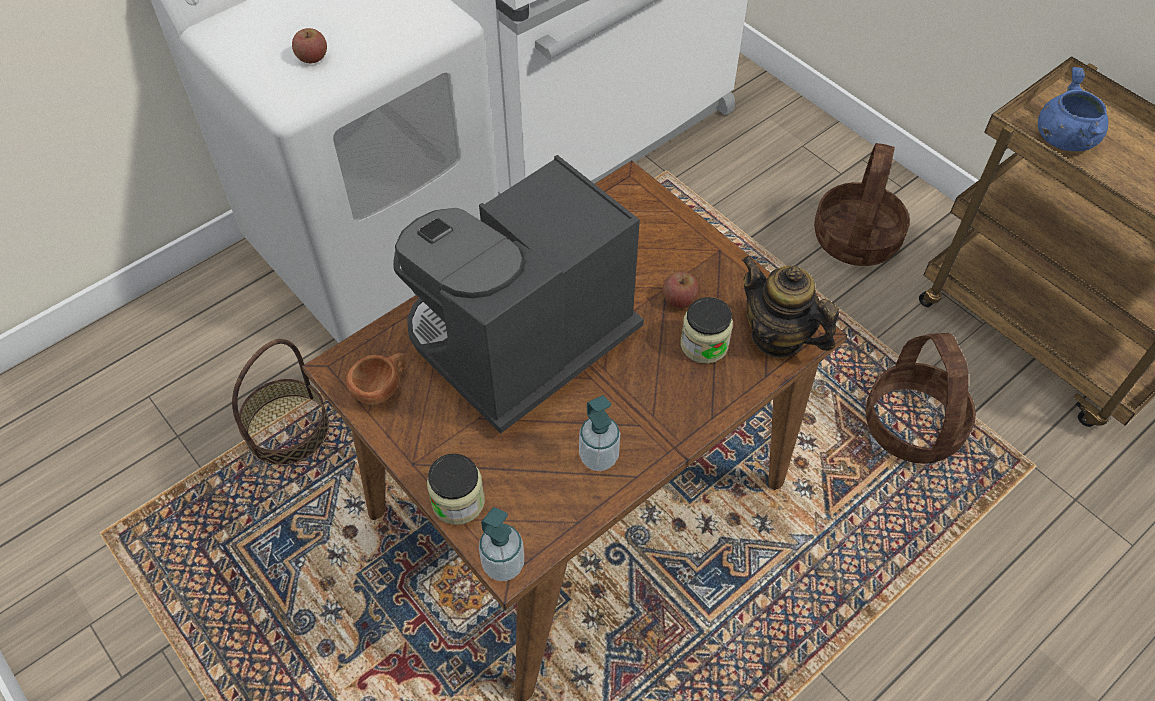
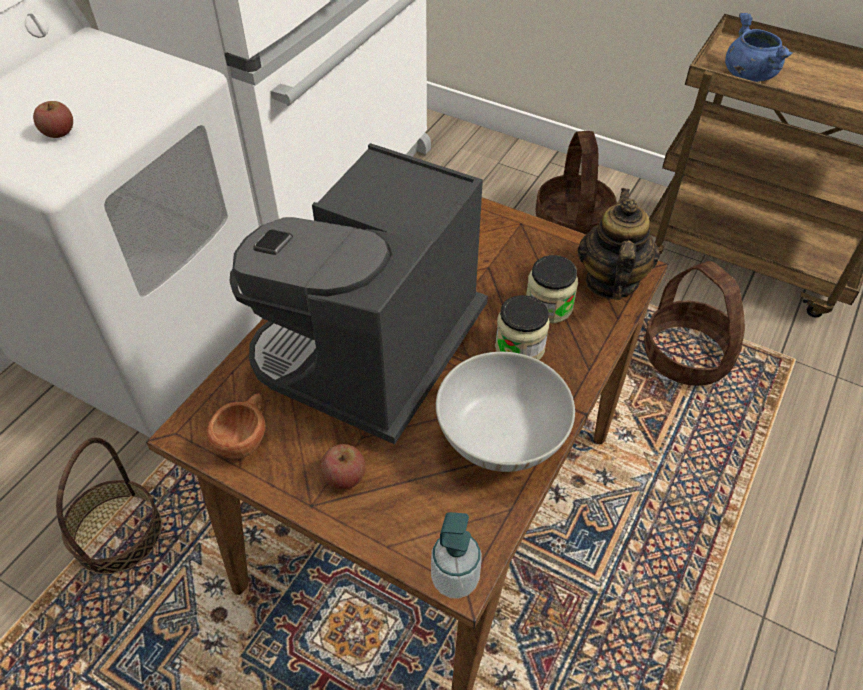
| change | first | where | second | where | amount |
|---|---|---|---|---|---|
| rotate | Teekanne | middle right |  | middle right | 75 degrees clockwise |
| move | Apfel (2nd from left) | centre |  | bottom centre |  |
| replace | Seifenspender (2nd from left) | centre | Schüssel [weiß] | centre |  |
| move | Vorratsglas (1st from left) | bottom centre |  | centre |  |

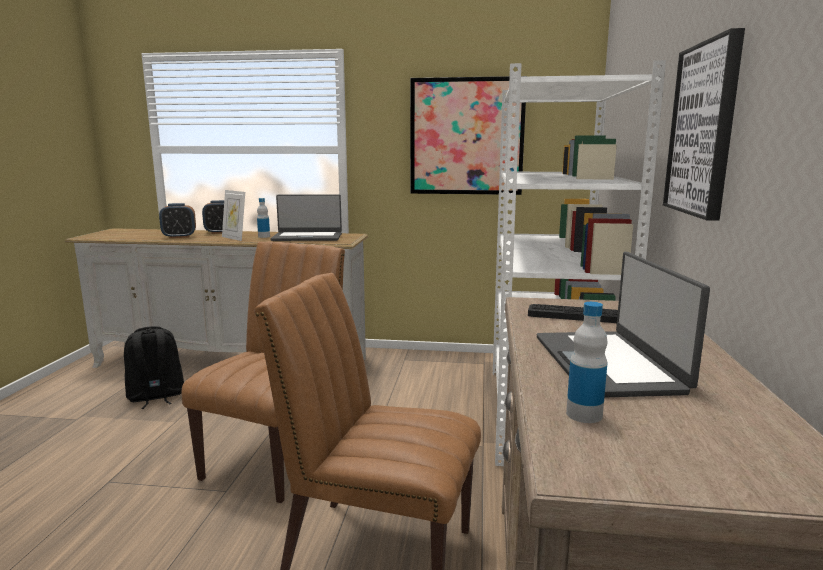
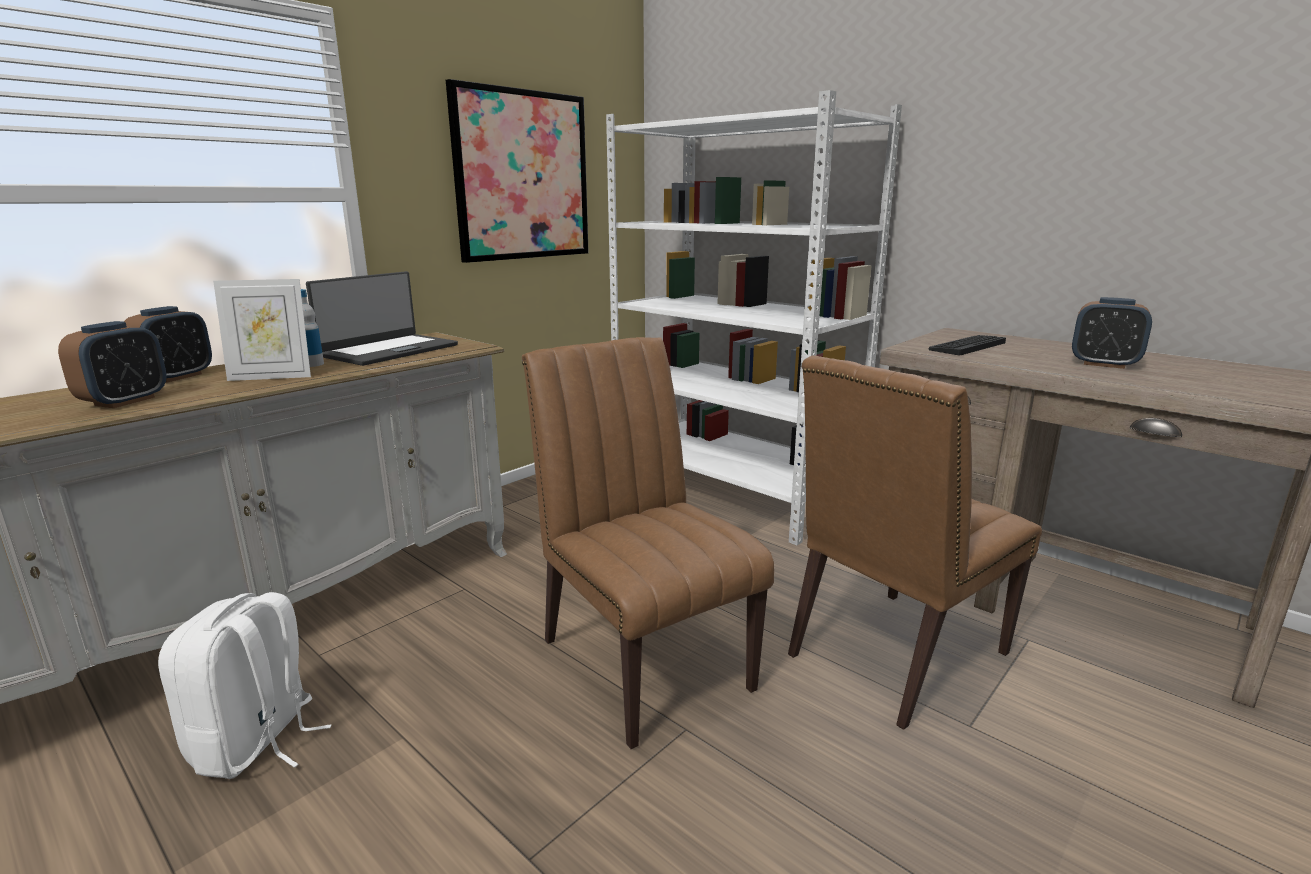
| change | first | where | second | where | amount |
|---|---|---|---|---|---|
| delete | Bild (2nd from left) | top right |  |  |  |
| replace | Laptop (2nd from left) | middle right | Wecker (3rd from left) | middle right |  |
| delete | Flasche (2nd from left) | middle right |  |  |  |
| recolor | Rucksack [schwarz] | middle left | Rucksack [weiß] | bottom left |  |

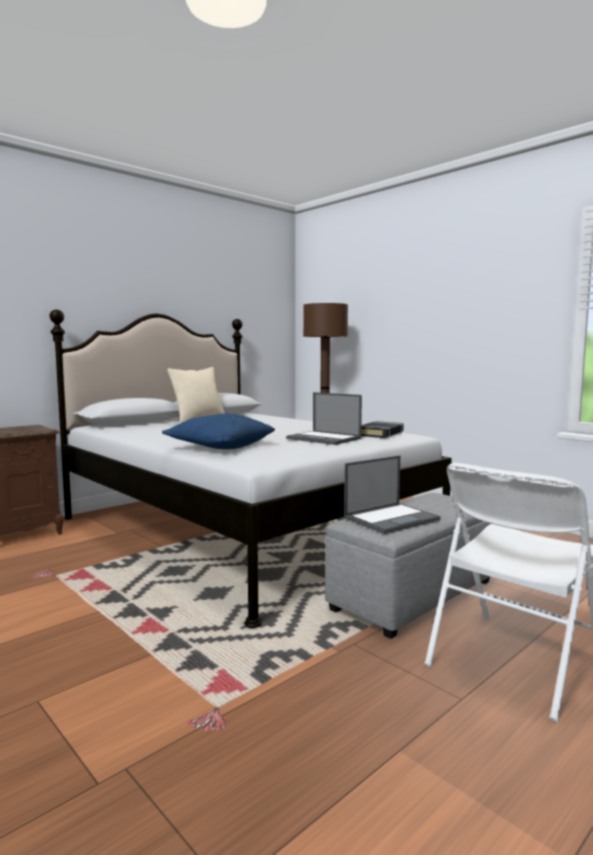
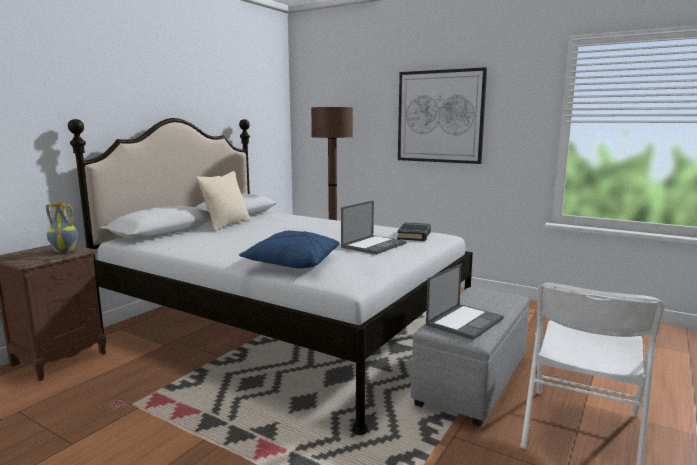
| change | first | where | second | where | amount |
|---|---|---|---|---|---|
| rotate | Laptop (1st from left) | centre |  | centre | 75 degrees counterclockwise |
| insert |  |  | Bild | top centre |  |
| insert |  |  | Vase | middle left |  |

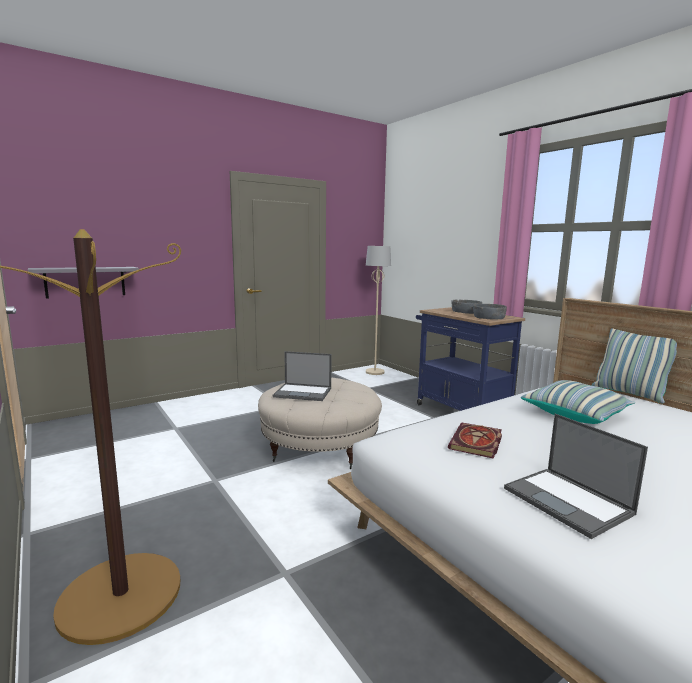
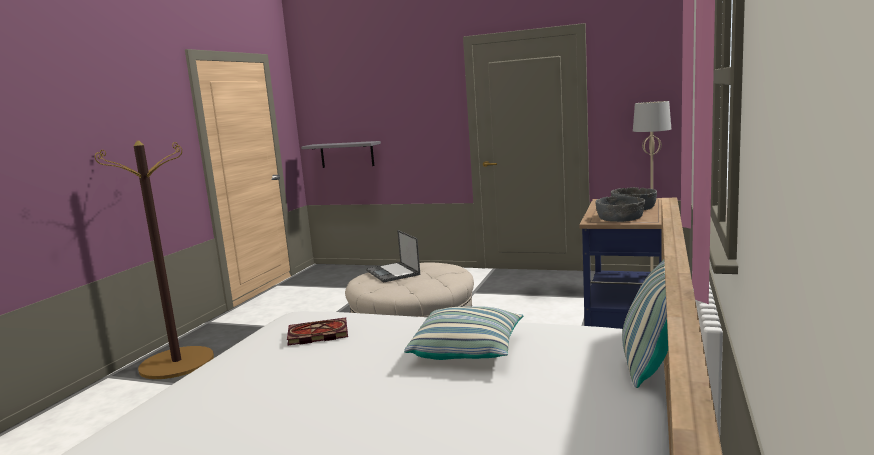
| change | first | where | second | where | amount |
|---|---|---|---|---|---|
| delete | Laptop (2nd from left) | bottom right |  |  |  |

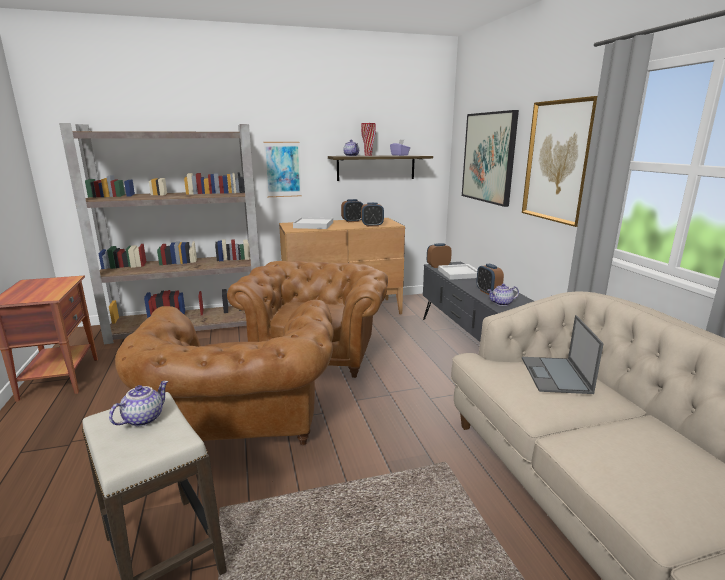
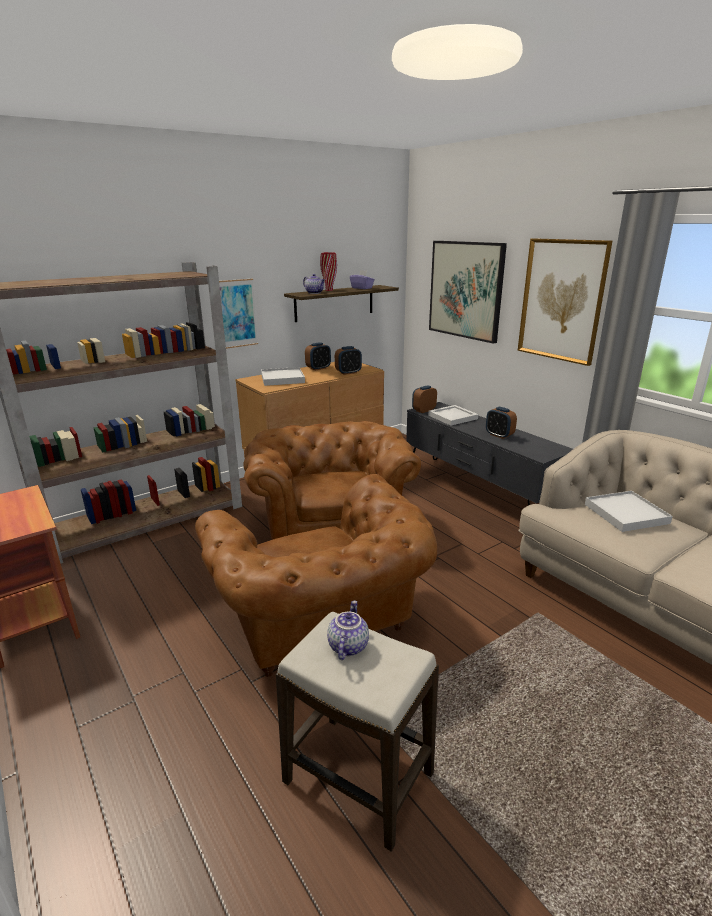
| change | first | where | second | where | amount |
|---|---|---|---|---|---|
| delete | Teekanne (3rd from left) | middle right |  |  |  |
| replace | Laptop | middle right | Tablett [weiß] (3rd from left) | middle right |  |

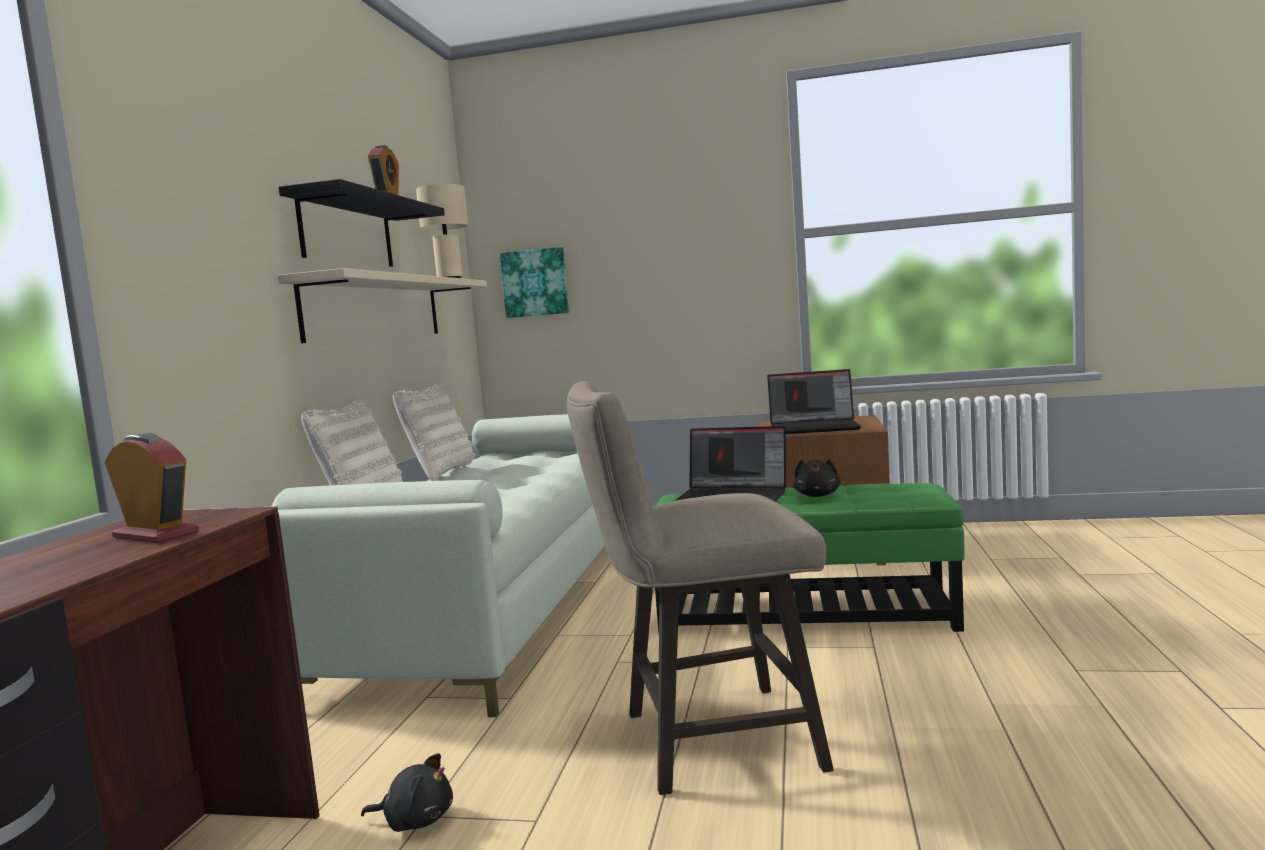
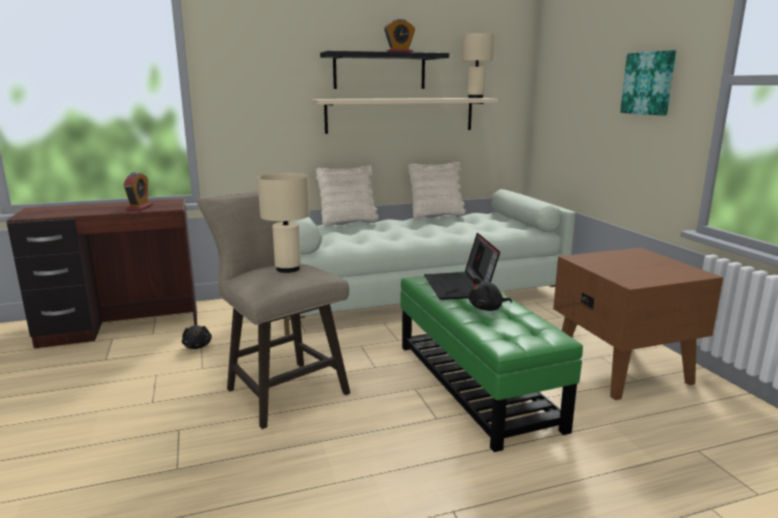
| change | first | where | second | where | amount |
|---|---|---|---|---|---|
| move | Bild | top centre |  | top right |  |
| delete | Laptop (2nd from left) | centre |  |  |  |
| insert |  |  | Tischlampe [beige] (1st from left) | centre |  |

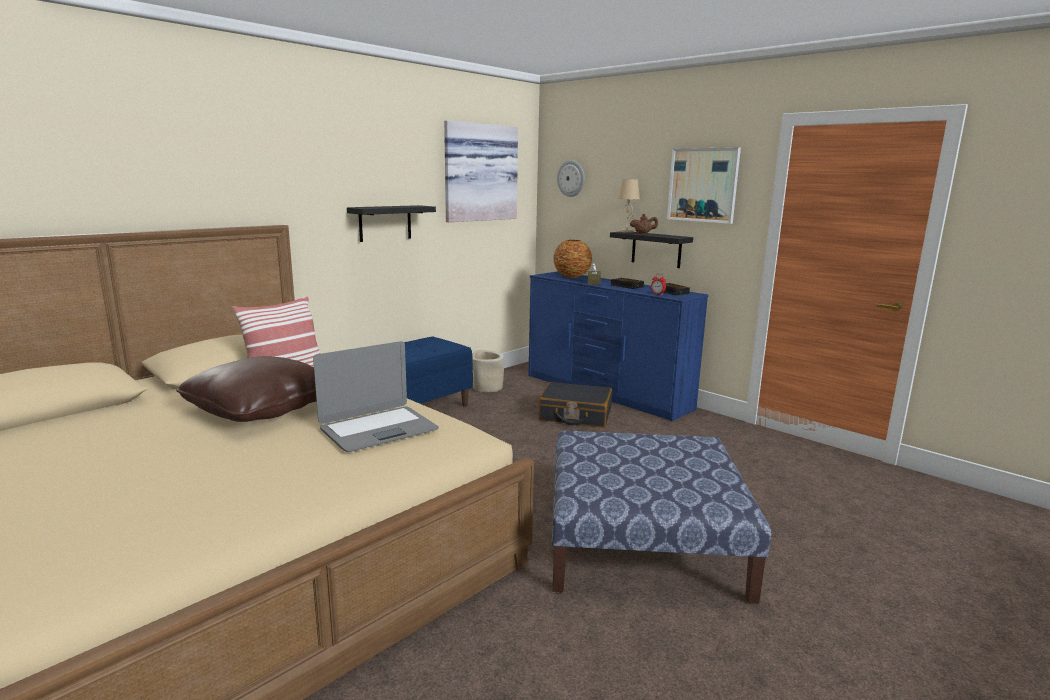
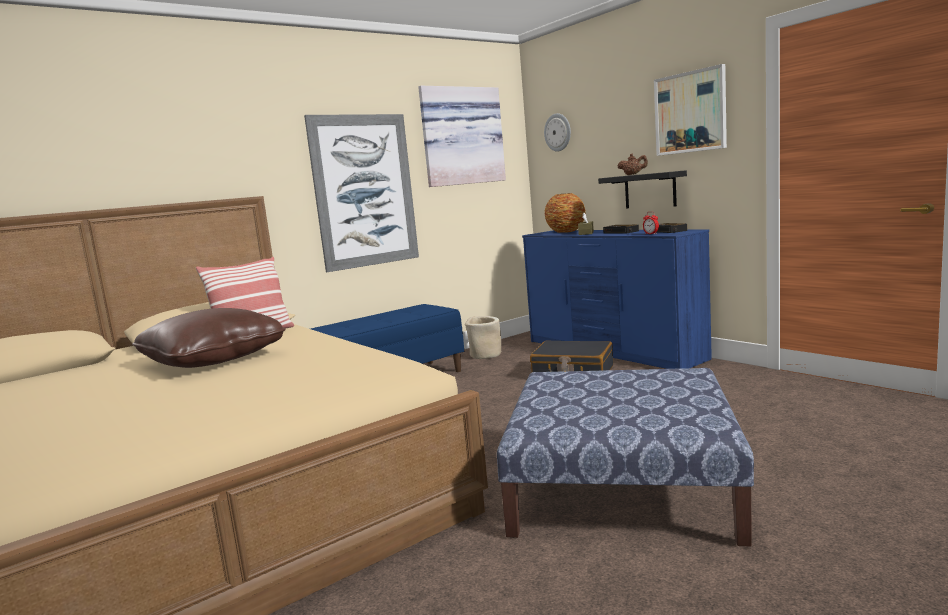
| change | first | where | second | where | amount |
|---|---|---|---|---|---|
| delete | Tischlampe [beige] | top centre |  |  |  |
| replace | Wandregal [schwarz] (1st from left) | top centre | Bild (1st from left) | top centre |  |
| delete | Laptop | centre |  |  |  |

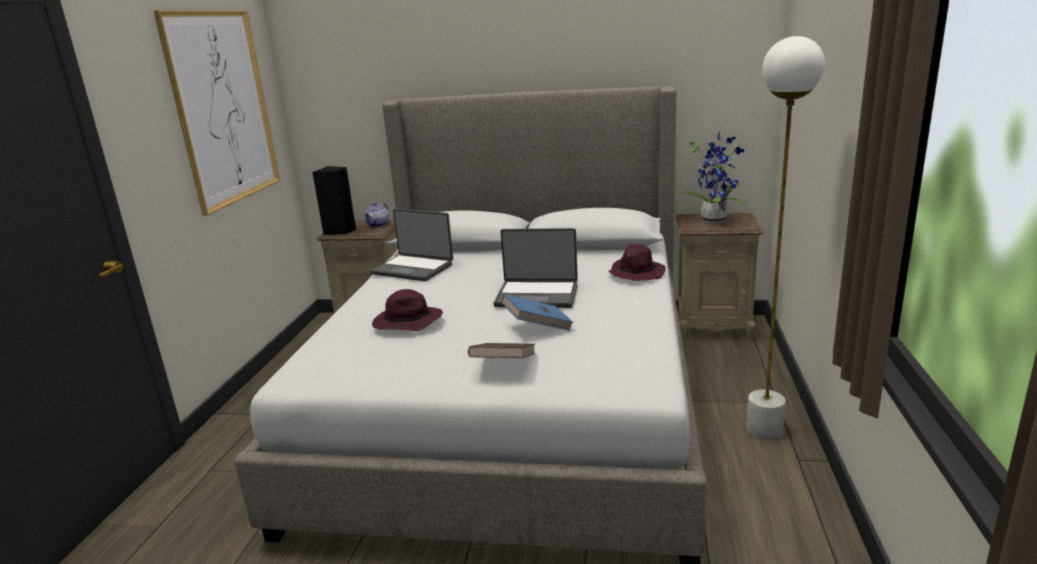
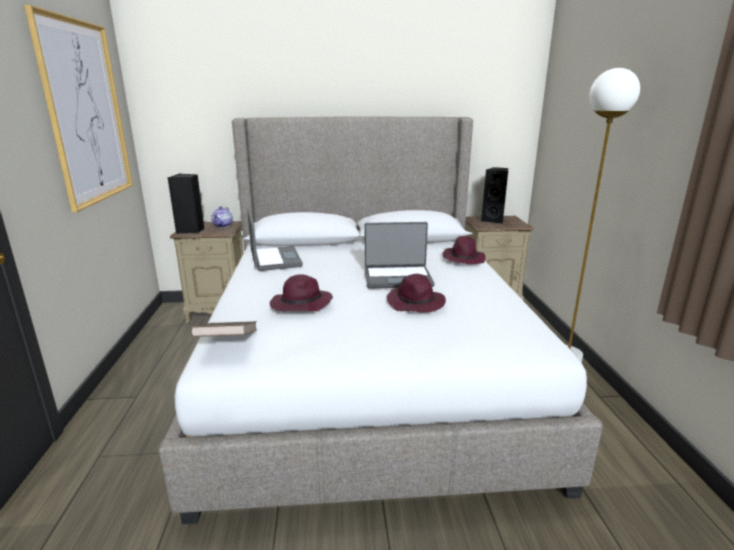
| change | first | where | second | where | amount |
|---|---|---|---|---|---|
| replace | Topfpflanze | top right | Lautsprecher [schwarz] (2nd from left) | middle right |  |
| rotate | Laptop (1st from left) | centre |  | centre | 120 degrees counterclockwise |
| replace | Buch [blau] | centre | Hut [lila] (2nd from left) | centre |  |
| move | Buch [braun] | centre |  | middle left |  |

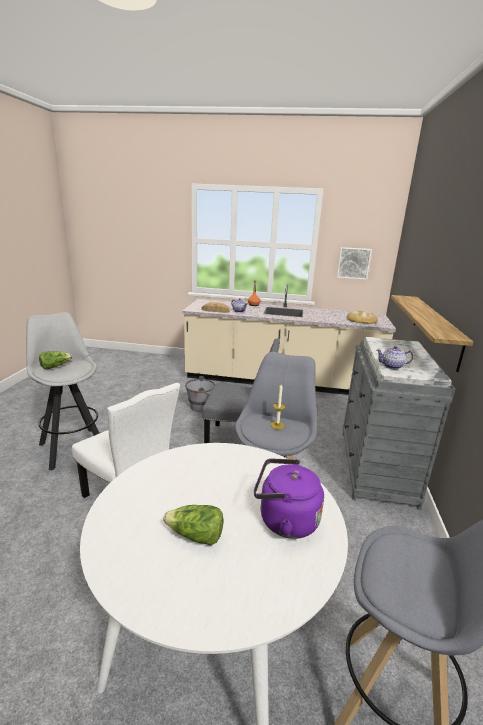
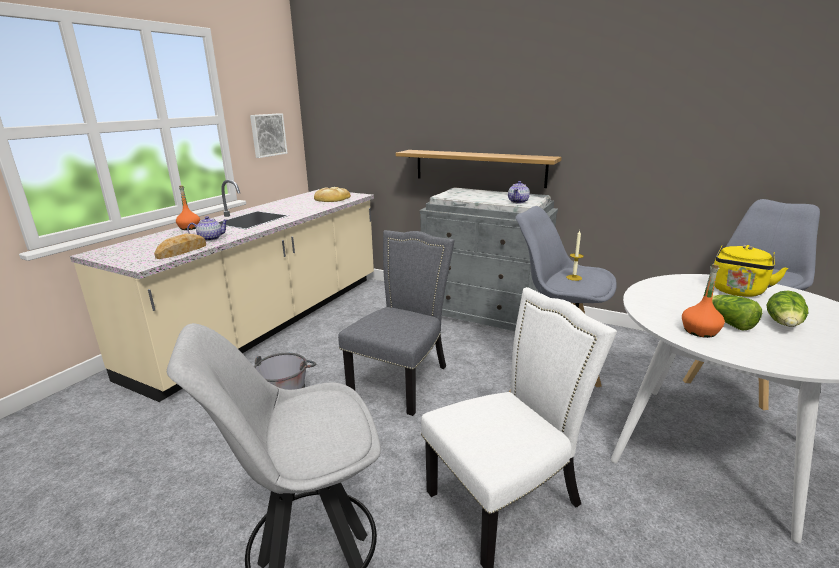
| change | first | where | second | where | amount |
|---|---|---|---|---|---|
| move | Salatkopf (1st from left) | middle left |  | middle right |  |
| recolor | Wasserkessel [lila] | bottom centre | Wasserkessel [gelb] | middle right |  |
| insert |  |  | Flasche [orange] (2nd from left) | middle right |  |

